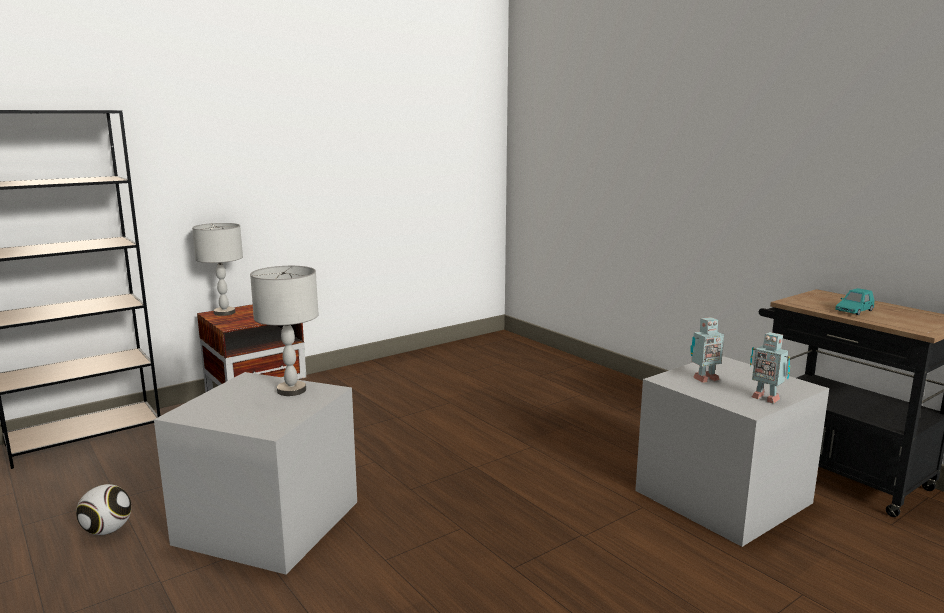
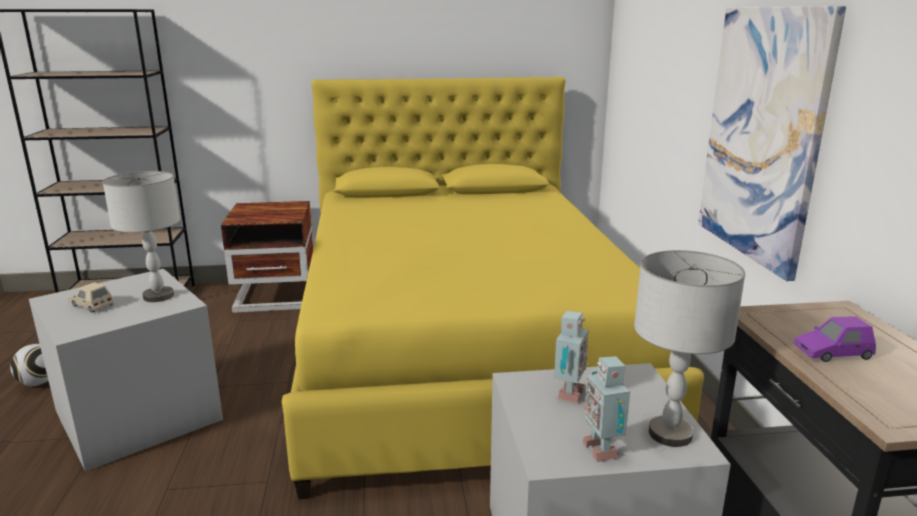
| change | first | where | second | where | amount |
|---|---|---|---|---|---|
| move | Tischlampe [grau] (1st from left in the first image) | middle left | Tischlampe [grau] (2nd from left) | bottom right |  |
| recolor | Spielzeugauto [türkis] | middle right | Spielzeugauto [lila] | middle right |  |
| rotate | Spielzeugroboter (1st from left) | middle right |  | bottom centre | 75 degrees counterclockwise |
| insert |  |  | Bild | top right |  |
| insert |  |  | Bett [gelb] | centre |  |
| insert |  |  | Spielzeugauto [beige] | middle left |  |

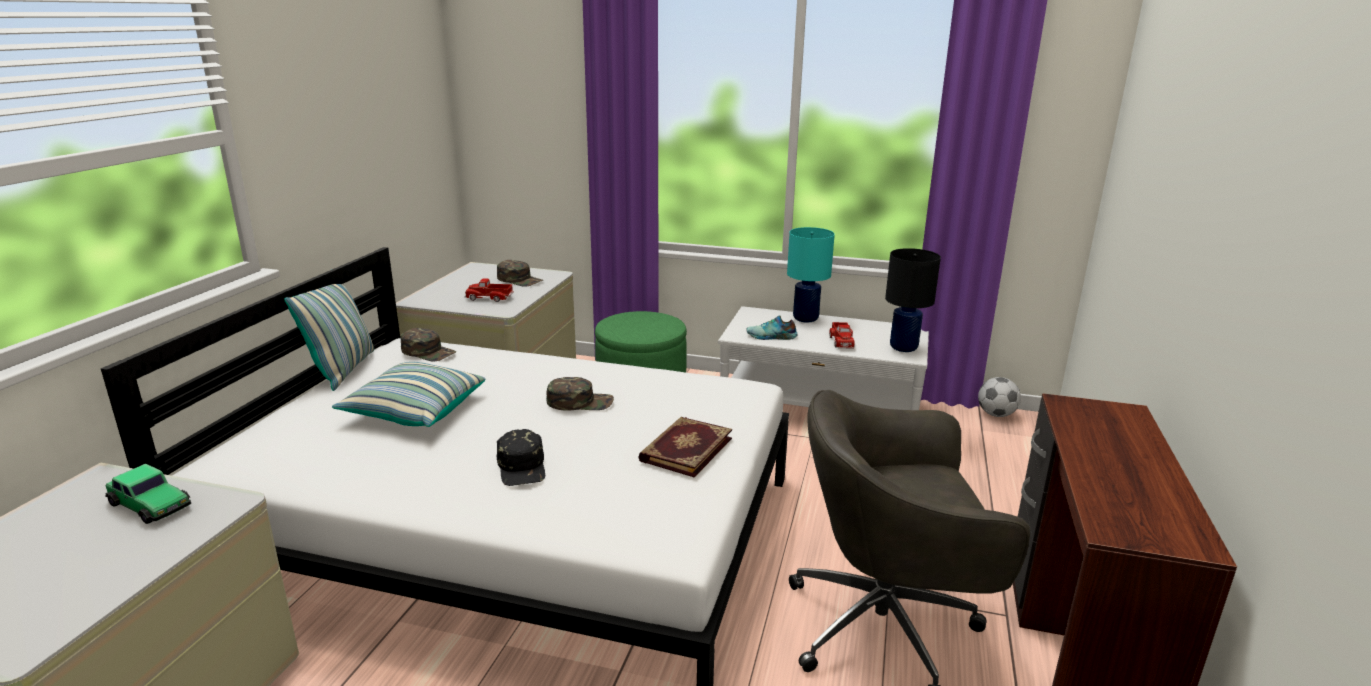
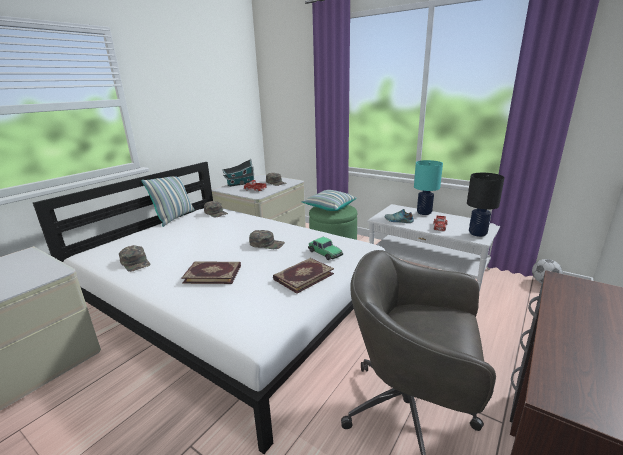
| change | first | where | second | where | amount |
|---|---|---|---|---|---|
| move | Kissen (2nd from left) | middle left |  | centre |  |
| replace | Kappe [schwarz] | centre | Buch (1st from left) | centre |  |
| move | Spielzeugauto | bottom left |  | centre |  |
| insert |  |  | Spielzeughaus | centre |  |
| insert |  |  | Kappe [grün] (1st from left) | middle left |  |

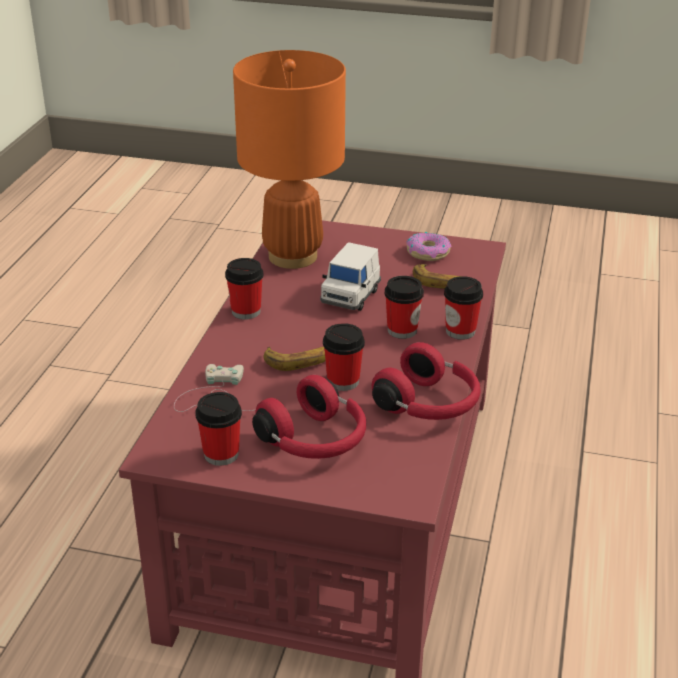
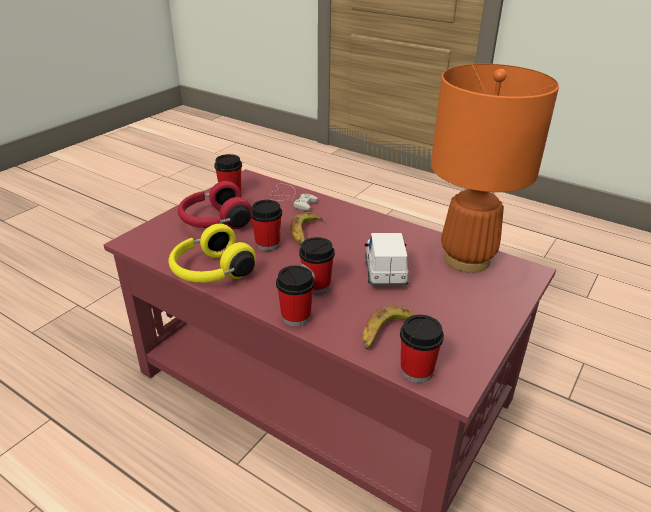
| change | first | where | second | where | amount |
|---|---|---|---|---|---|
| delete | Donut | centre |  |  |  |
| rotate | Spielzeugauto [weiß] | centre |  | centre | 45 degrees clockwise |
| move | Tasse (2nd from left in the first image) | centre | Tasse (5th from left) | bottom centre |  |
| recolor | Kopfhörer [rot] (2nd from left) | centre | Kopfhörer [gelb] | middle left |  |

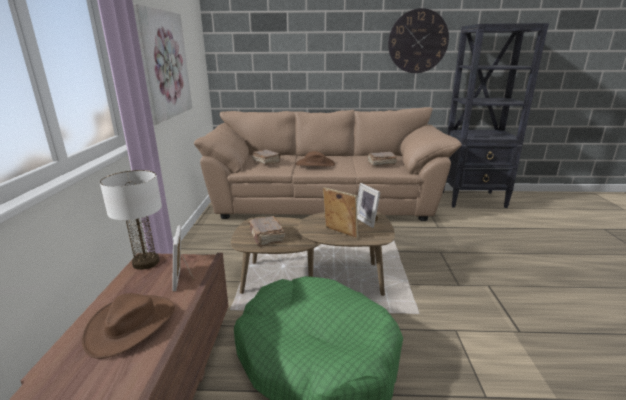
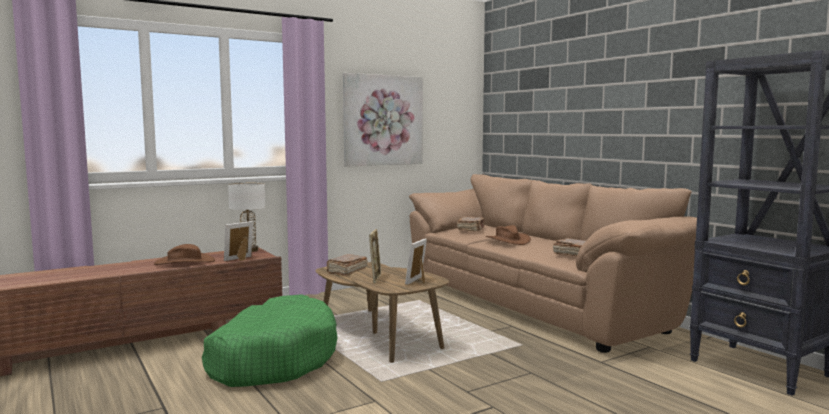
| change | first | where | second | where | amount |
|---|---|---|---|---|---|
| delete | Wanduhr | top right |  |  |  |

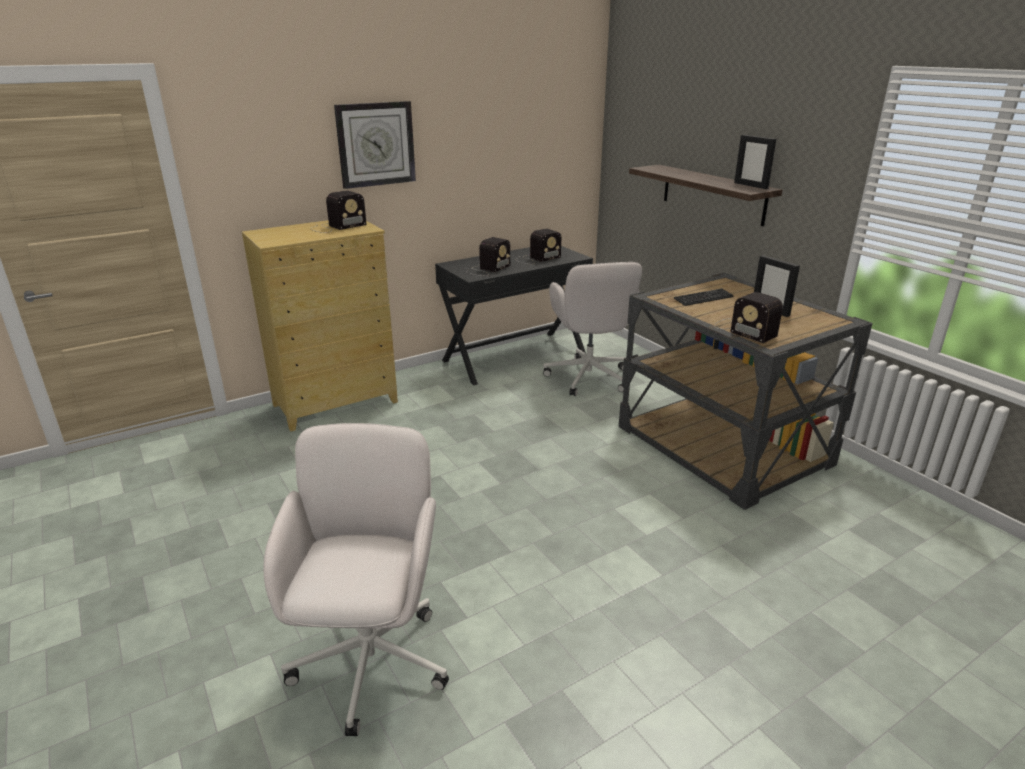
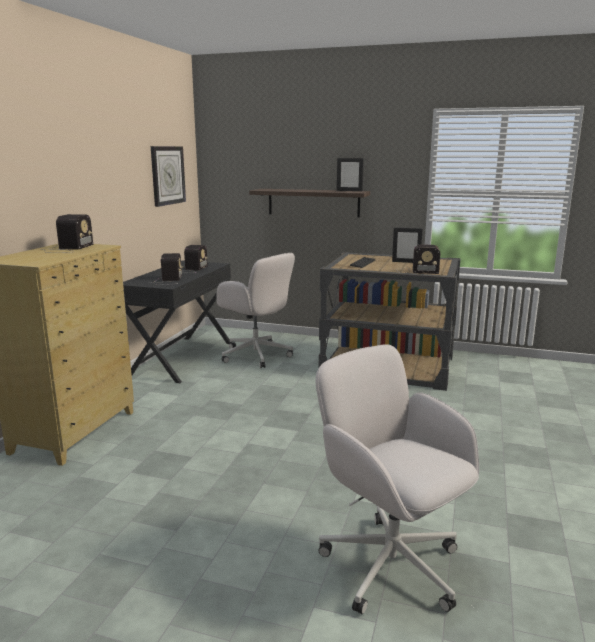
| change | first | where | second | where | amount |
|---|---|---|---|---|---|
| move | Wanduhr | top centre |  | top left |  |

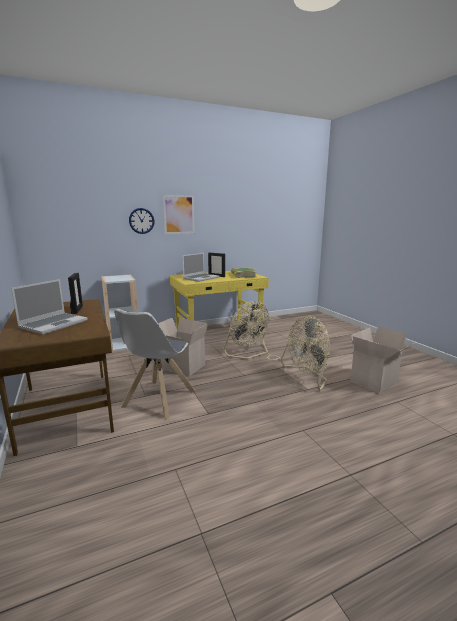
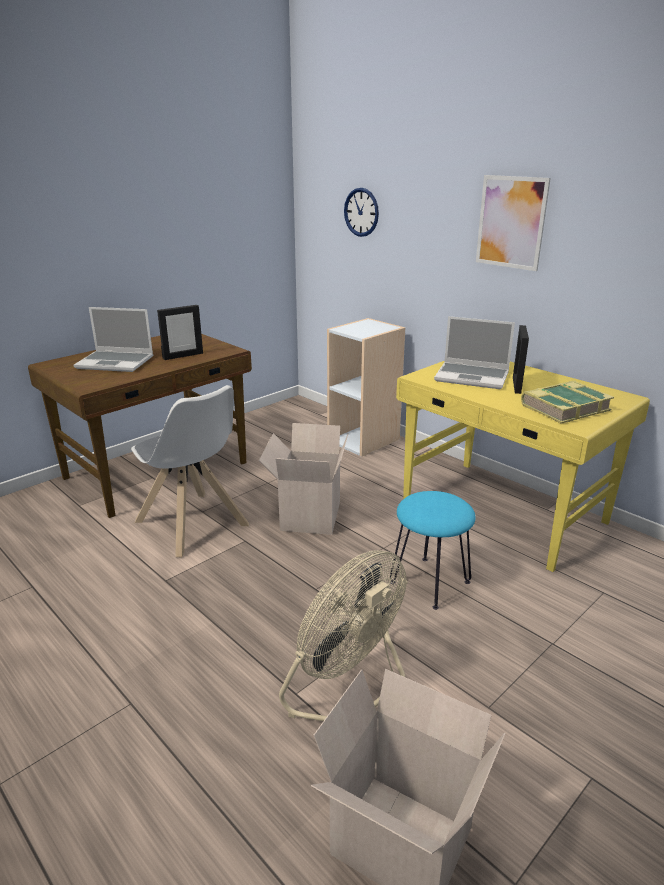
| change | first | where | second | where | amount |
|---|---|---|---|---|---|
| move | Wanduhr | middle left |  | top centre |  |
| replace | Ventilator [beige] (1st from left) | centre | Hocker [türkis] | centre |  |
| rotate | Stuhl | centre |  | middle left | 135 degrees counterclockwise |

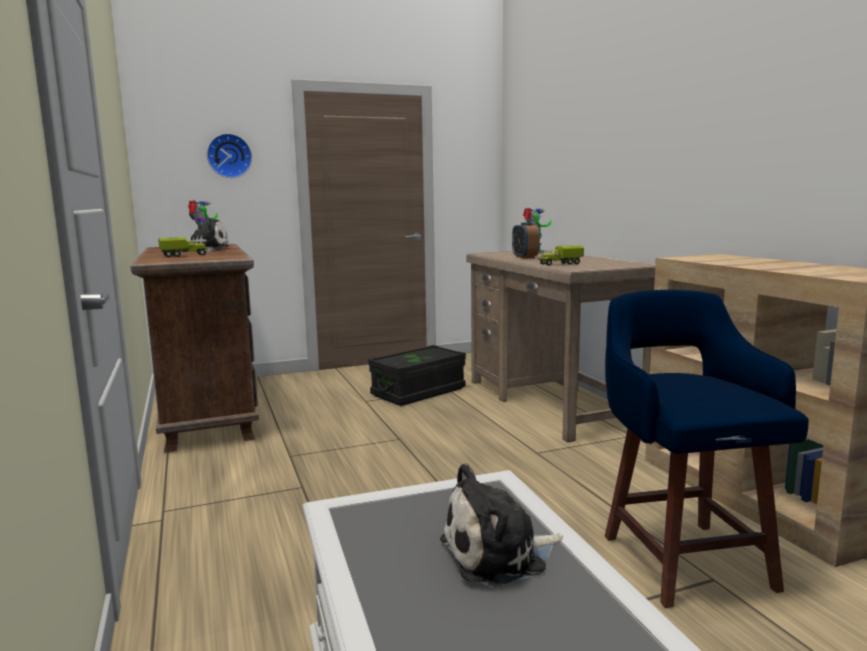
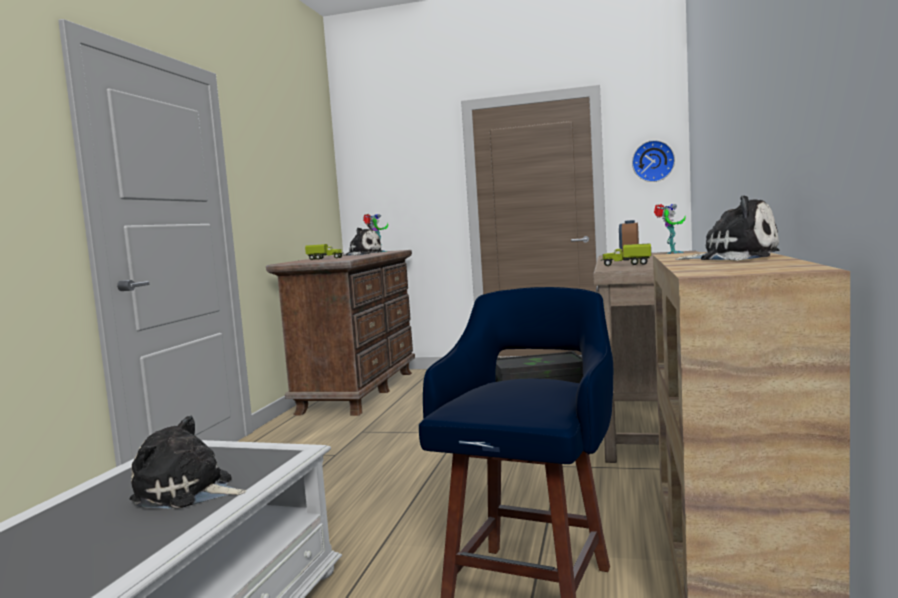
| change | first | where | second | where | amount |
|---|---|---|---|---|---|
| move | Wanduhr | top left |  | top right |  |
| insert |  |  | Plüschtier (3rd from left) | middle right |  |

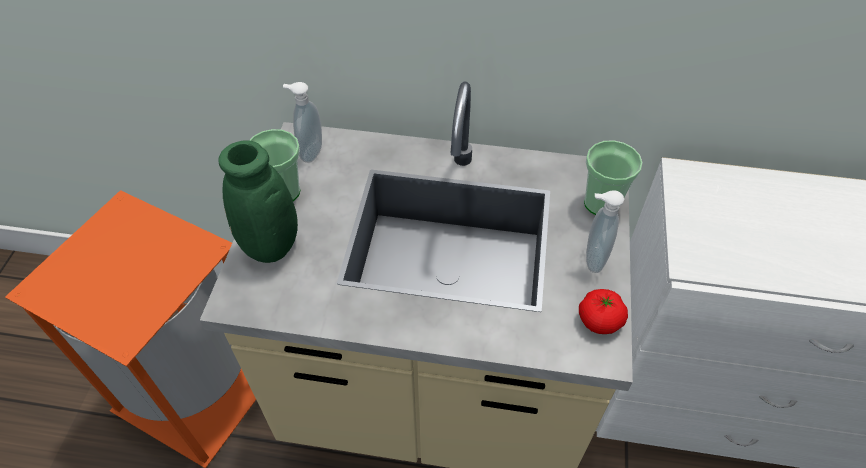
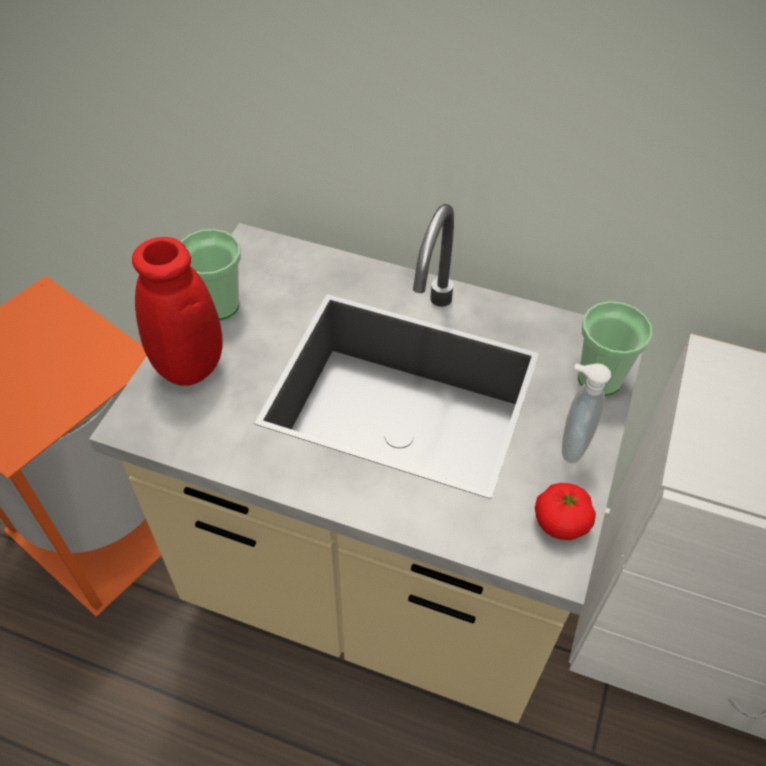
| change | first | where | second | where | amount |
|---|---|---|---|---|---|
| delete | Seifenspender (1st from left) | top centre |  |  |  |
| recolor | Vase [grün] | middle left | Vase [rot] | middle left |  |

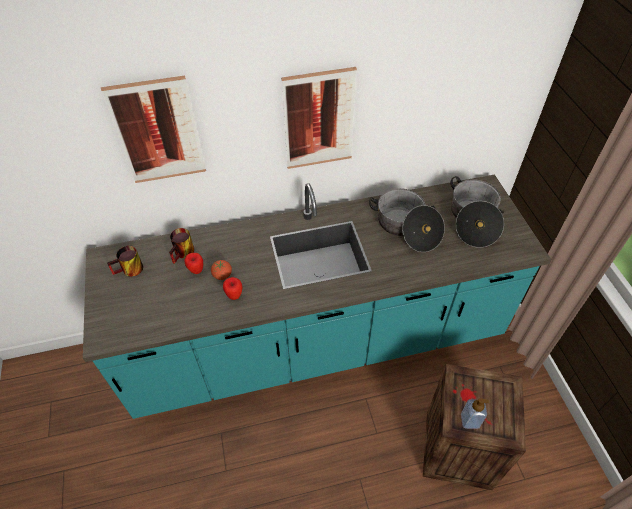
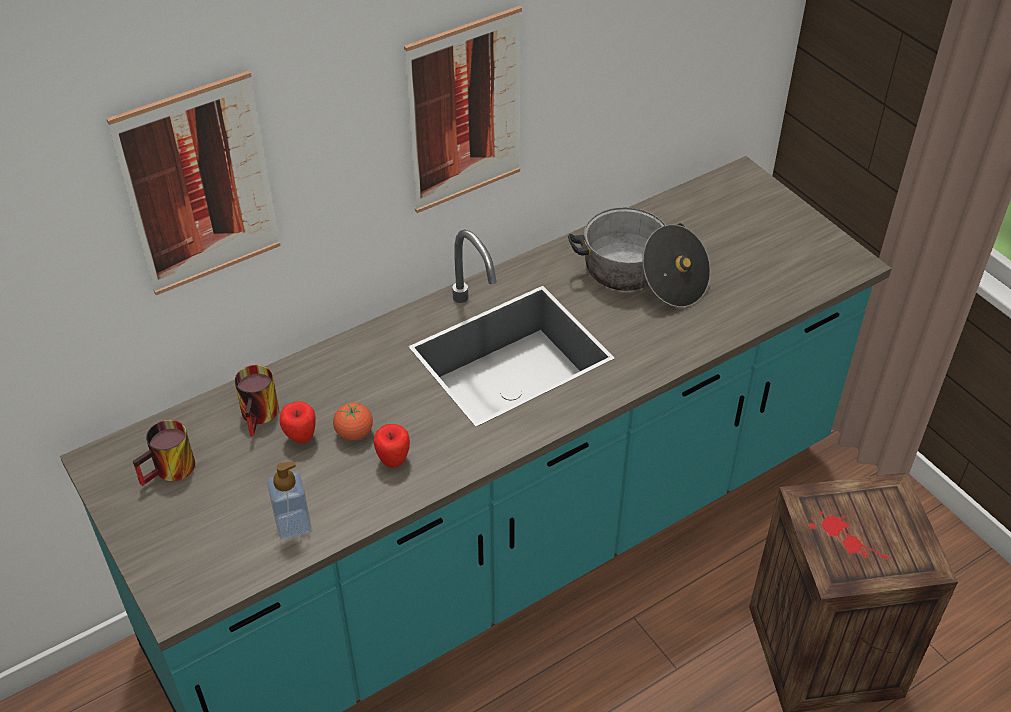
| change | first | where | second | where | amount |
|---|---|---|---|---|---|
| delete | Kochtopf (2nd from left) | middle right |  |  |  |
| move | Seifenspender | bottom right |  | bottom left |  |

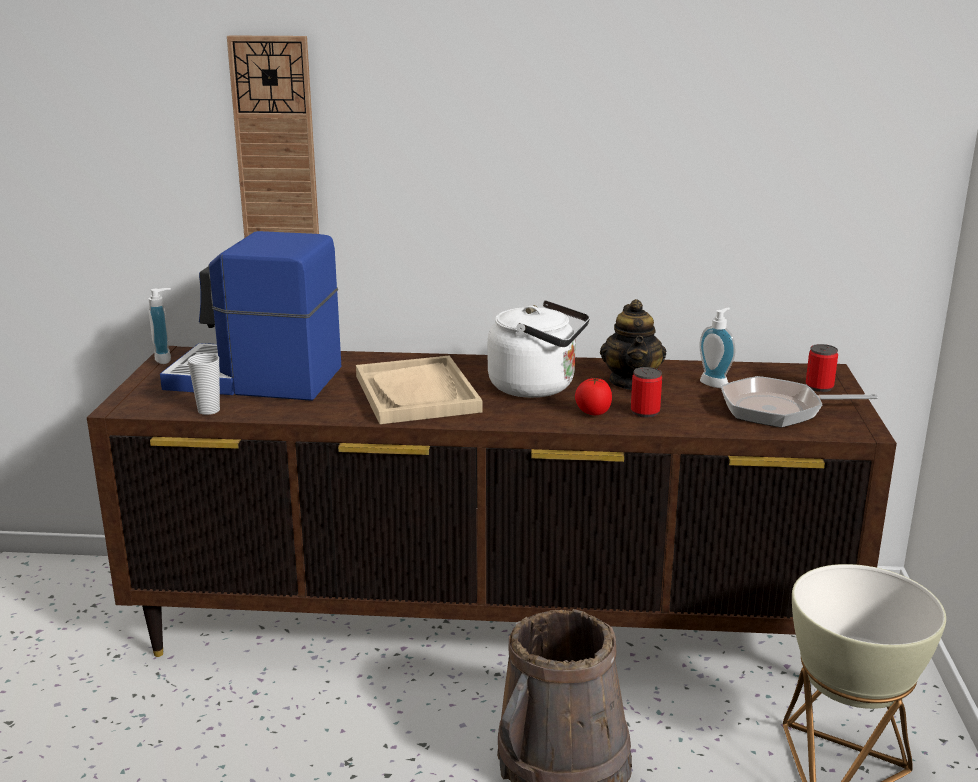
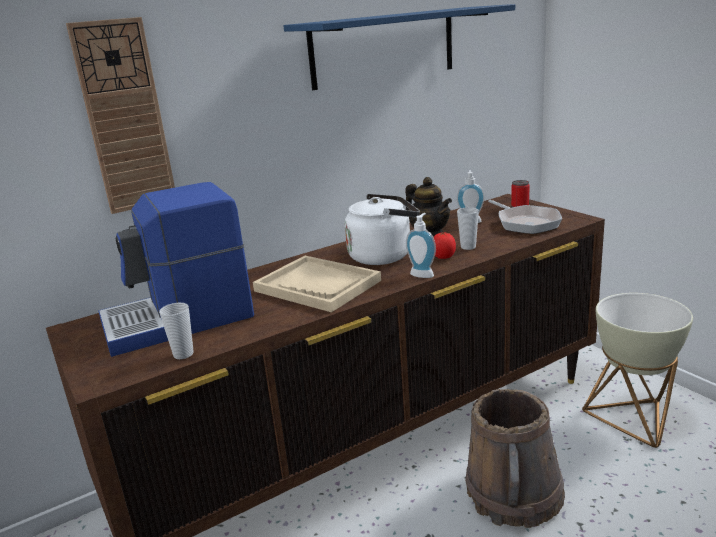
| change | first | where | second | where | amount |
|---|---|---|---|---|---|
| move | Seifenspender (1st from left) | middle left |  | centre |  |
| replace | Dose (1st from left) | centre | Tasse (2nd from left) | centre |  |
| rotate | Pfanne | middle right |  | middle right | 75 degrees counterclockwise |
| insert |  |  | Wandregal [blau] | top centre |  |

